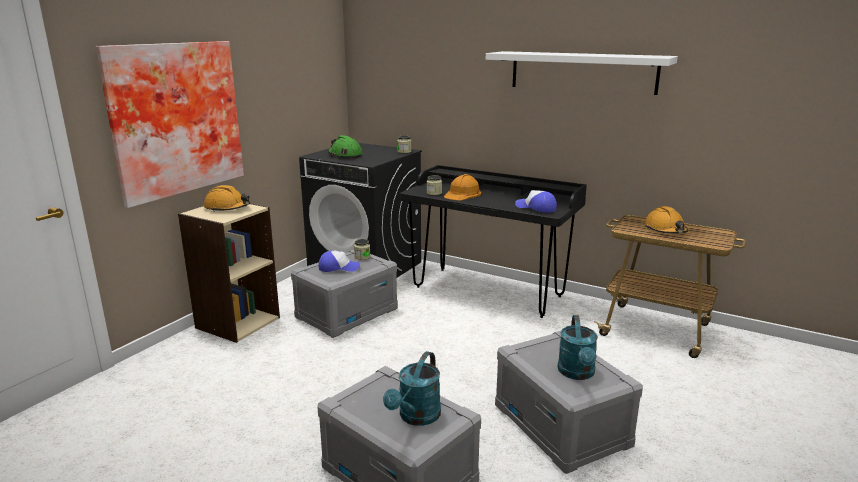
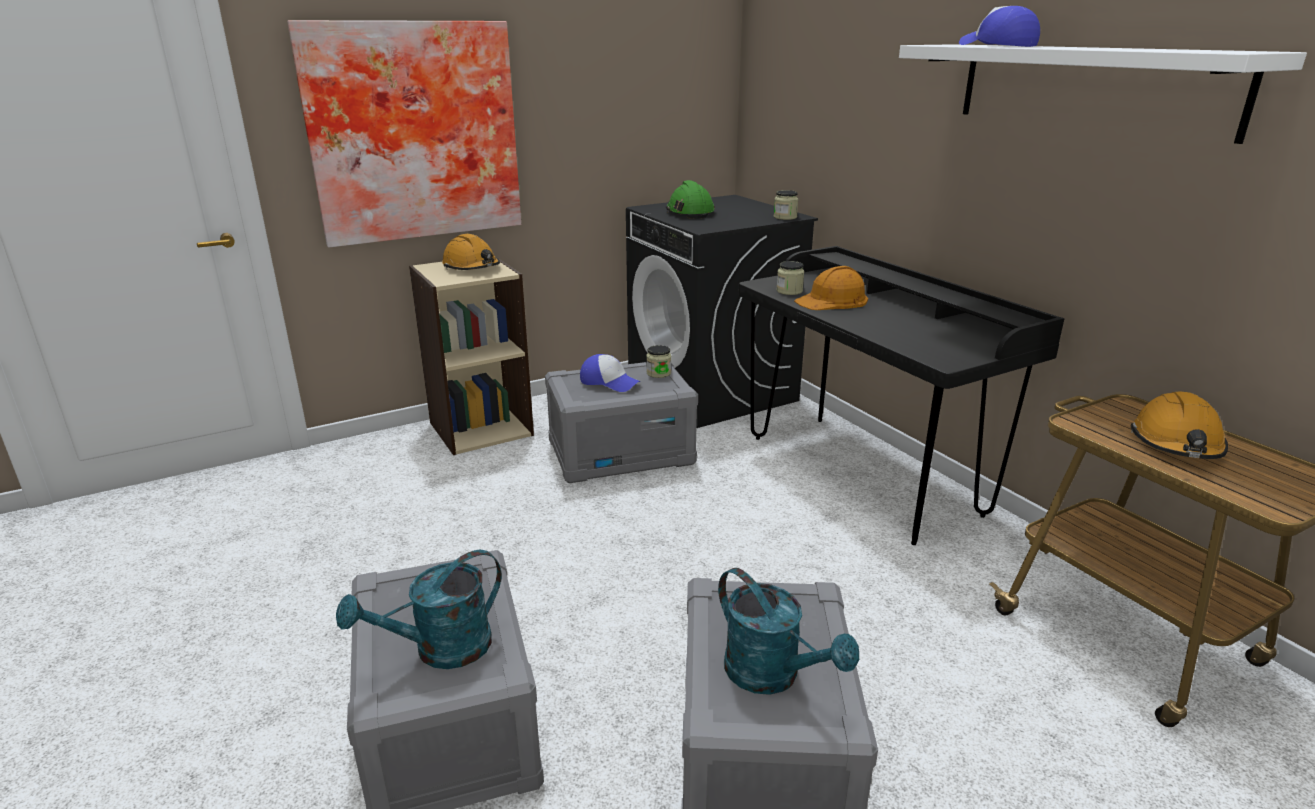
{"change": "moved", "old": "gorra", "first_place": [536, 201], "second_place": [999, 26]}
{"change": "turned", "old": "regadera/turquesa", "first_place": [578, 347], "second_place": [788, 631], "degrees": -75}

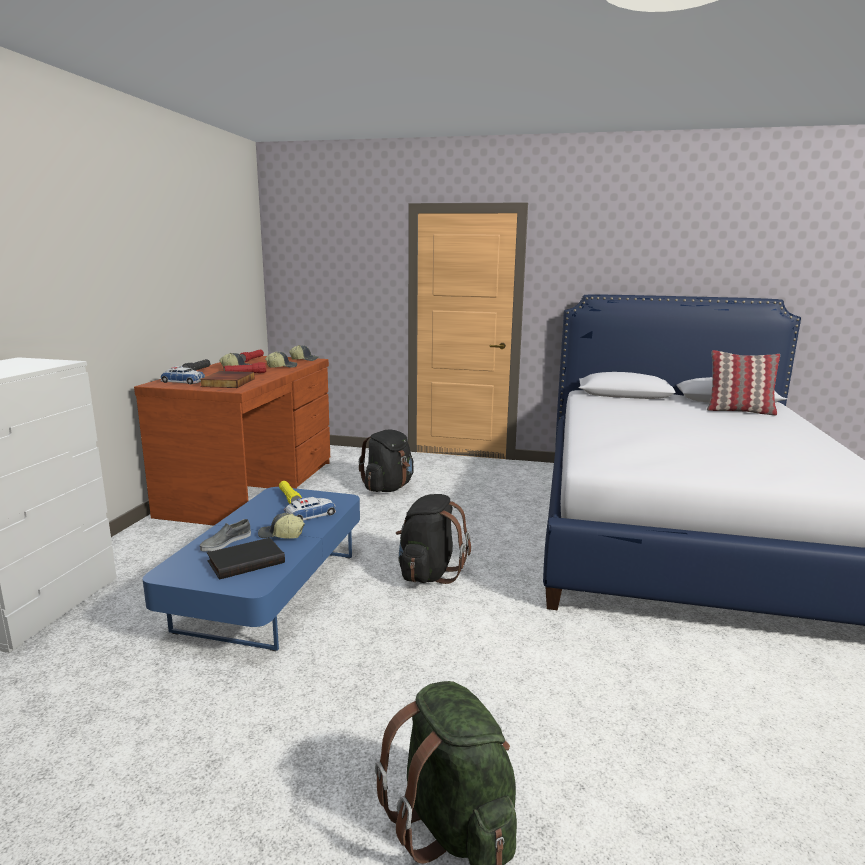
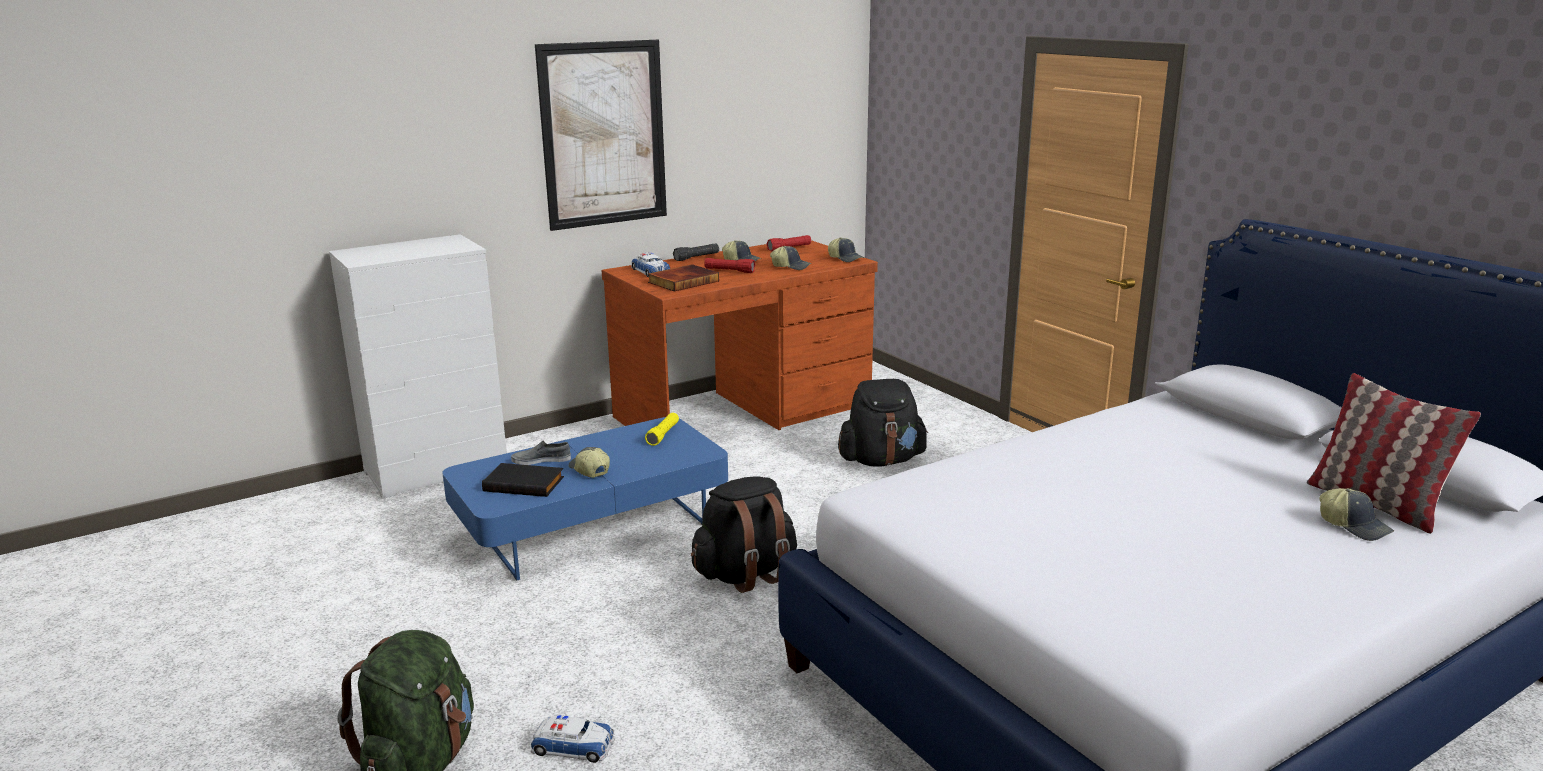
{"change": "moved", "old": "coche de juguete", "first_place": [310, 509], "second_place": [572, 739]}
{"change": "added", "new": "cuadro", "second_place": [601, 135]}
{"change": "added", "new": "gorra", "second_place": [1356, 514]}

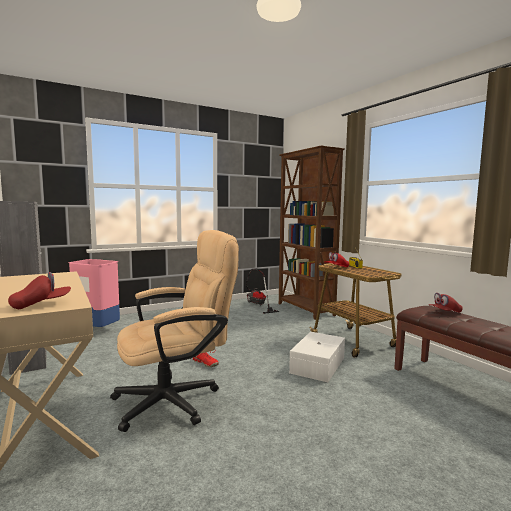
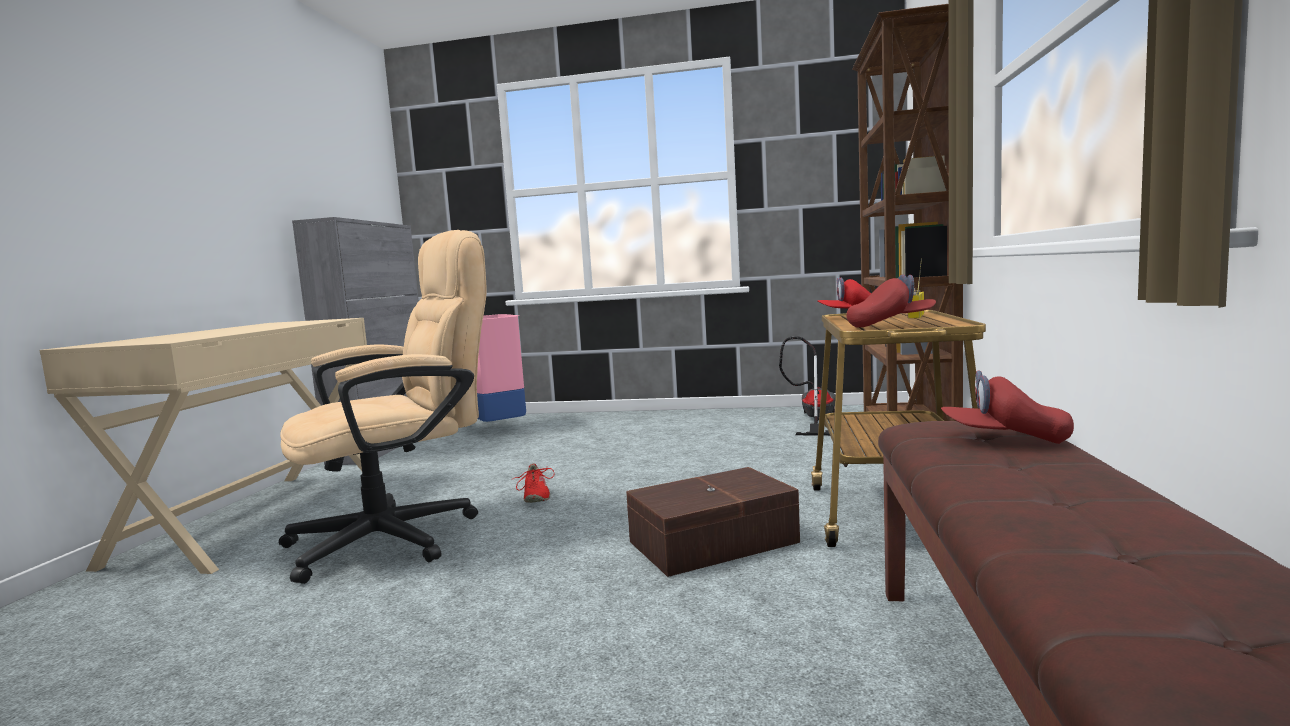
{"change": "moved", "old": "gorra/rojo", "first_place": [39, 290], "second_place": [891, 301]}
{"change": "turned", "old": "silla de oficina/beis", "first_place": [174, 331], "second_place": [383, 407], "degrees": -45}
{"change": "recoloured", "old": "caja de almacenaje/blanco", "new": "caja de almacenaje/marrón", "first_place": [317, 357], "second_place": [713, 522]}

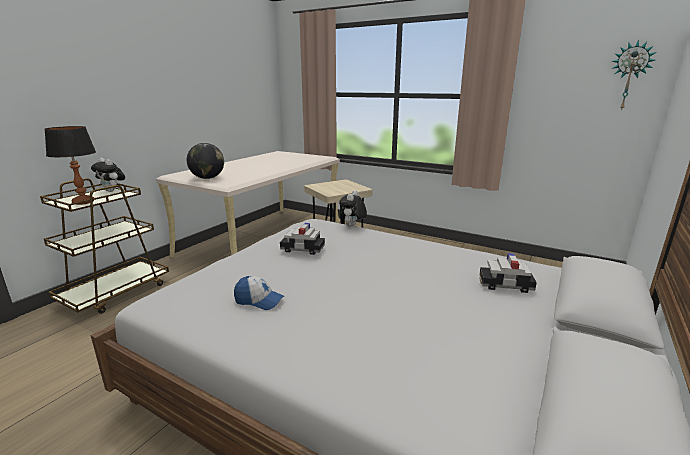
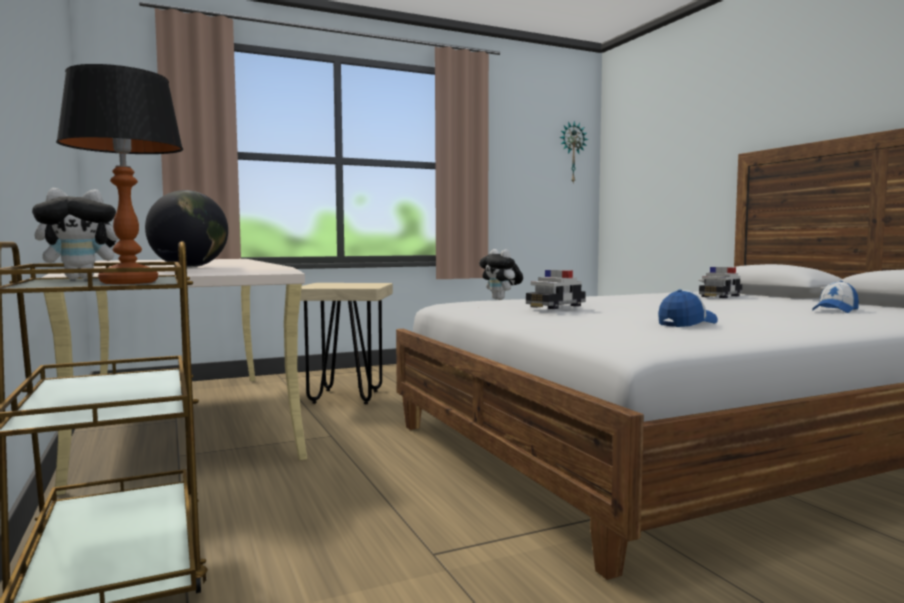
{"change": "added", "new": "gorra", "second_place": [835, 297]}

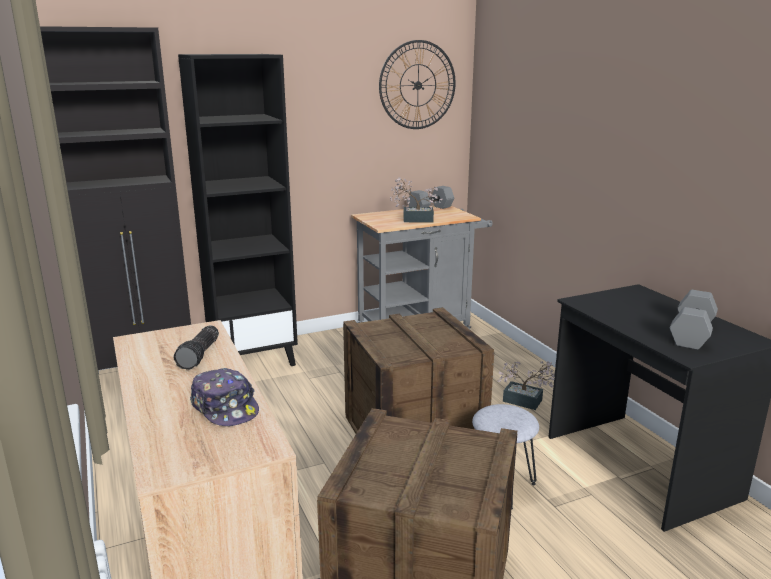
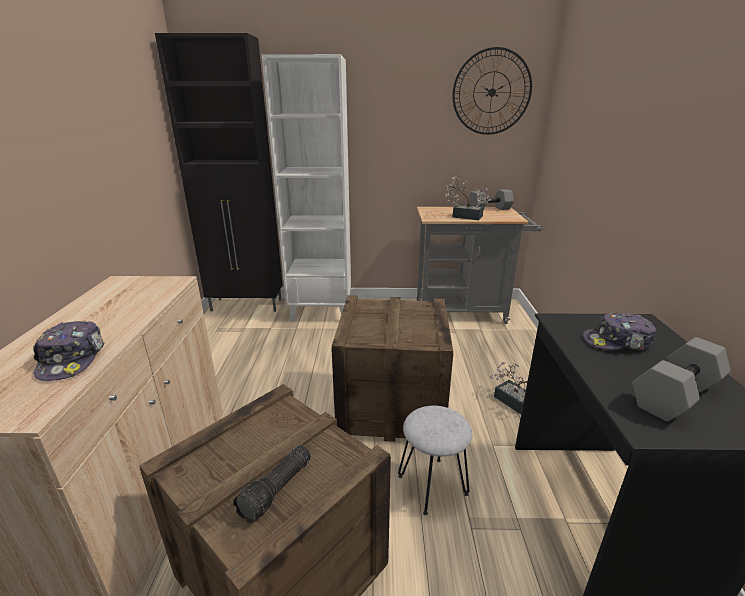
{"change": "moved", "old": "linterna", "first_place": [196, 347], "second_place": [272, 484]}
{"change": "recoloured", "old": "estantería/negro", "new": "estantería/blanco", "first_place": [238, 210], "second_place": [306, 188]}
{"change": "added", "new": "gorra", "second_place": [619, 331]}

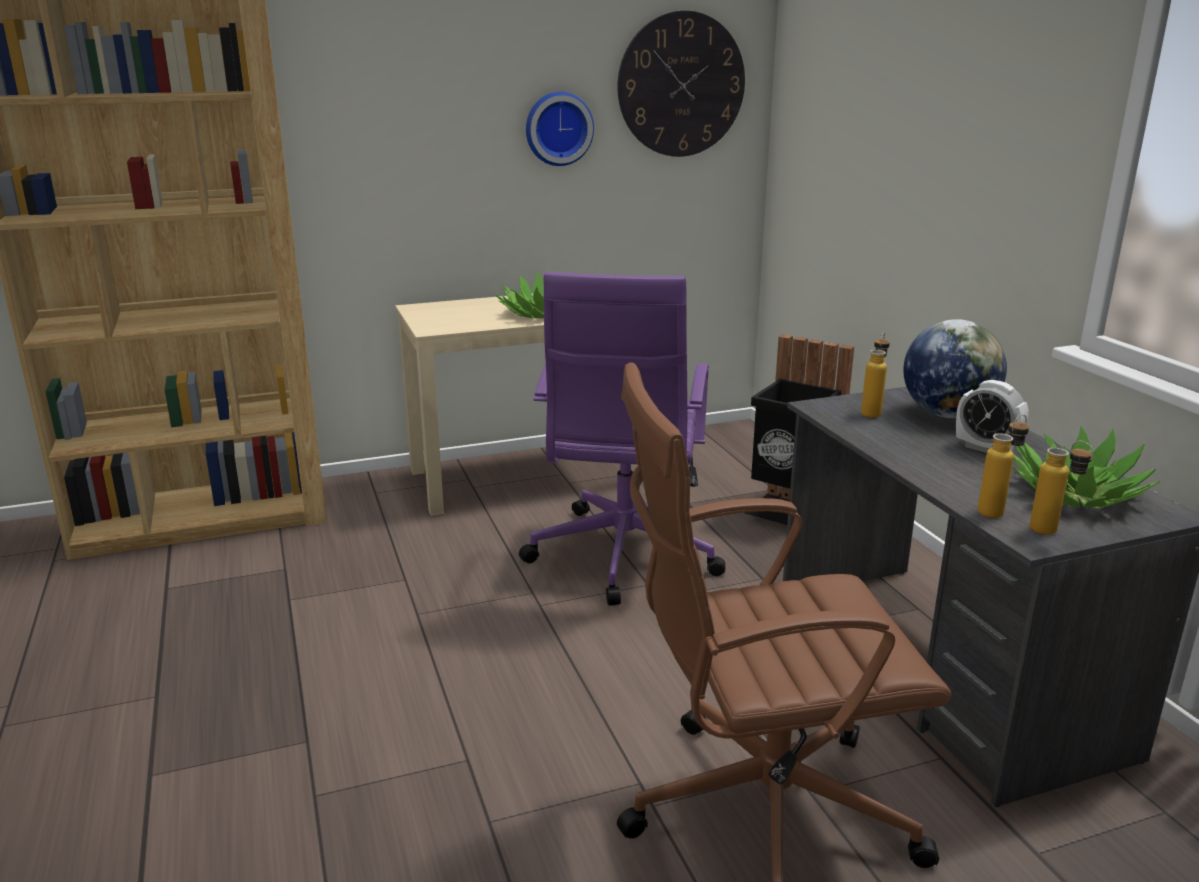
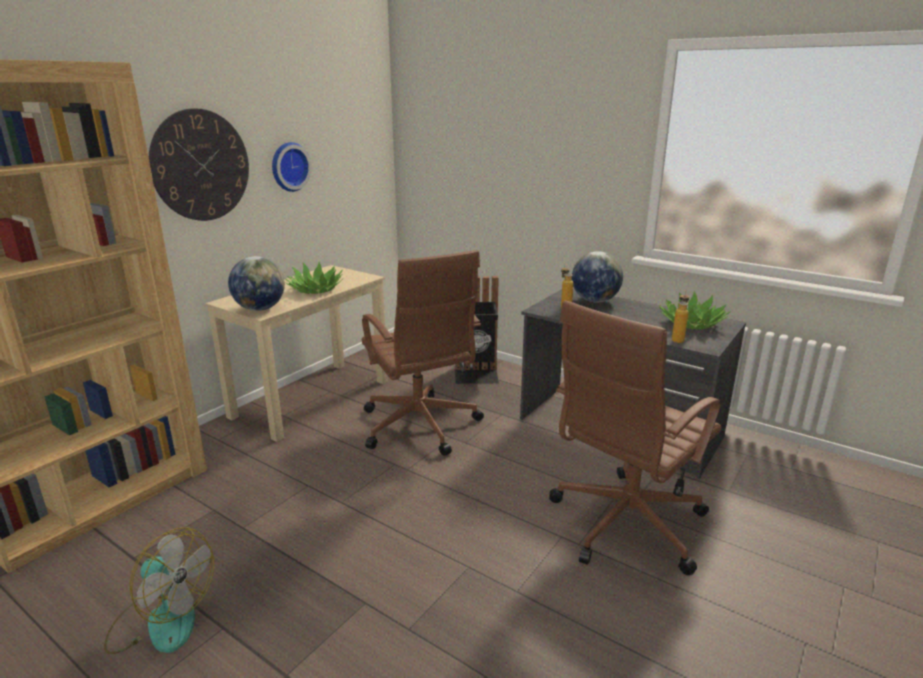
{"change": "recoloured", "old": "silla de oficina/morado", "new": "silla de oficina/marrón", "first_place": [622, 438], "second_place": [423, 353]}
{"change": "moved", "old": "reloj de pared", "first_place": [681, 83], "second_place": [199, 164]}
{"change": "removed", "old": "despertador", "first_place": [992, 416]}
{"change": "removed", "old": "botella", "first_place": [1061, 488]}
{"change": "added", "new": "ventilador", "second_place": [159, 591]}
{"change": "added", "new": "globo terráqueo", "second_place": [256, 283]}

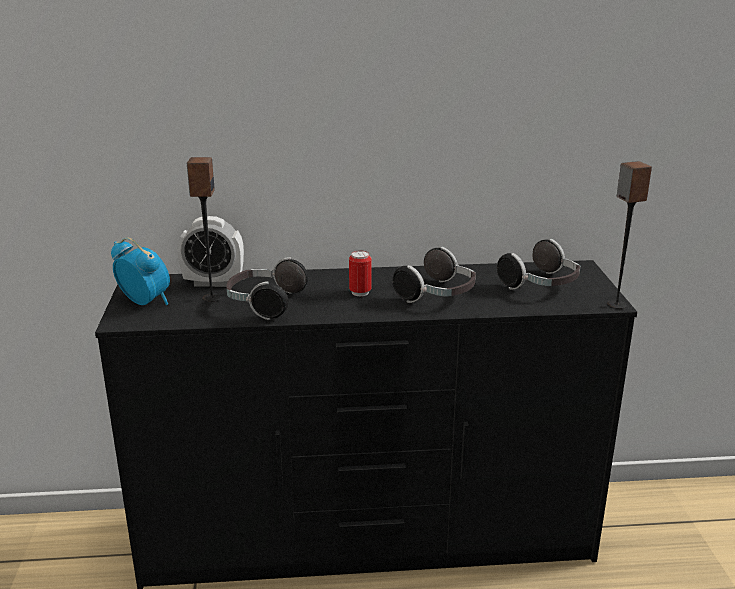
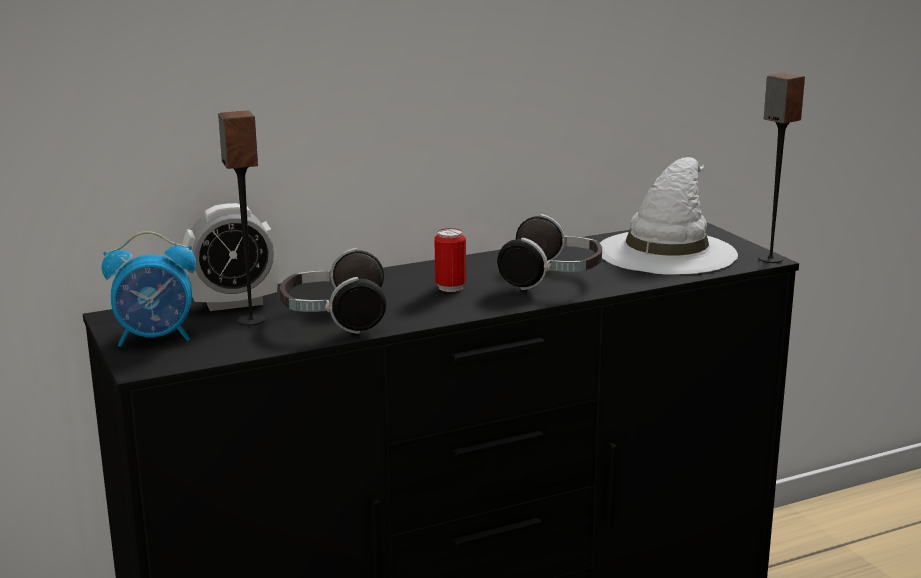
{"change": "turned", "old": "despertador", "first_place": [140, 271], "second_place": [149, 289], "degrees": 150}
{"change": "replaced", "old": "auriculares", "new": "sombrero/blanco", "first_place": [539, 264], "second_place": [669, 216]}

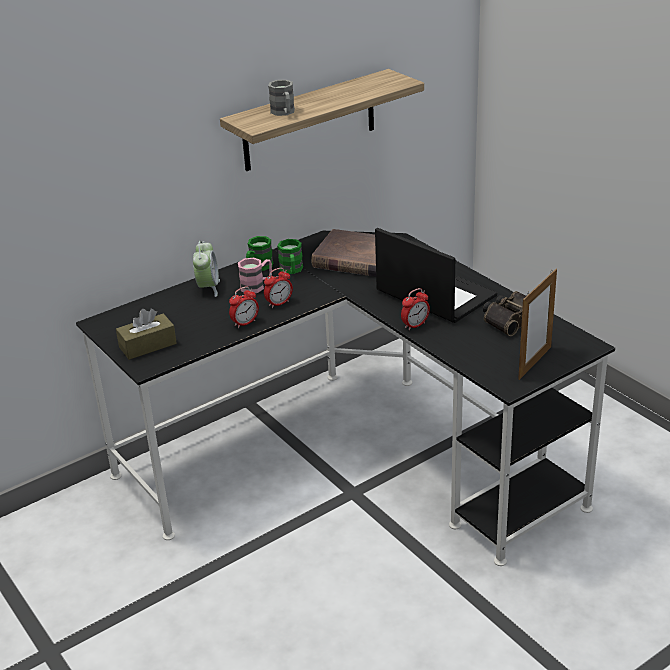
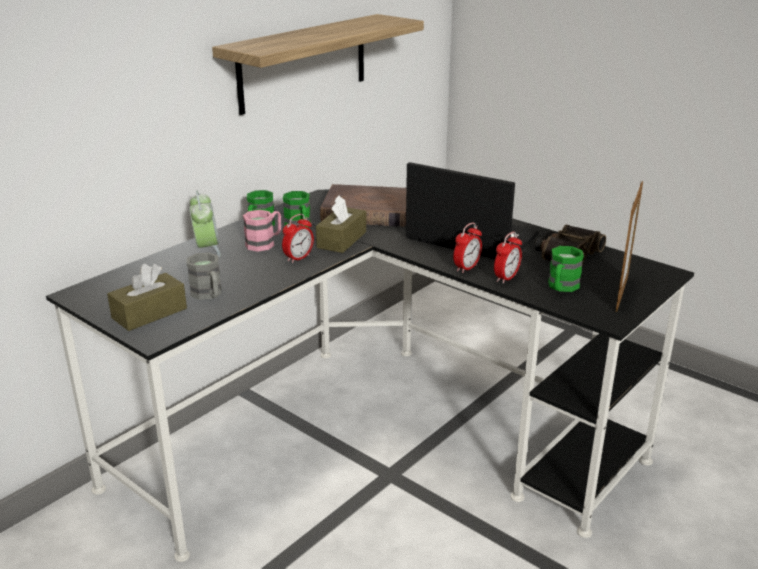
{"change": "moved", "old": "despertador", "first_place": [244, 307], "second_place": [508, 258]}
{"change": "moved", "old": "taza grande/gris", "first_place": [281, 98], "second_place": [204, 276]}
{"change": "added", "new": "caja de pañuelos/marrón", "second_place": [341, 224]}
{"change": "added", "new": "taza grande/verde", "second_place": [566, 269]}

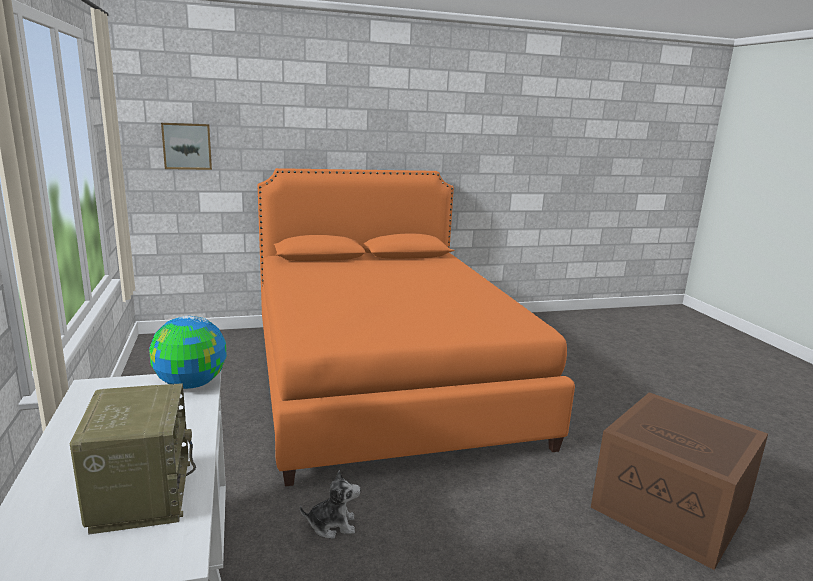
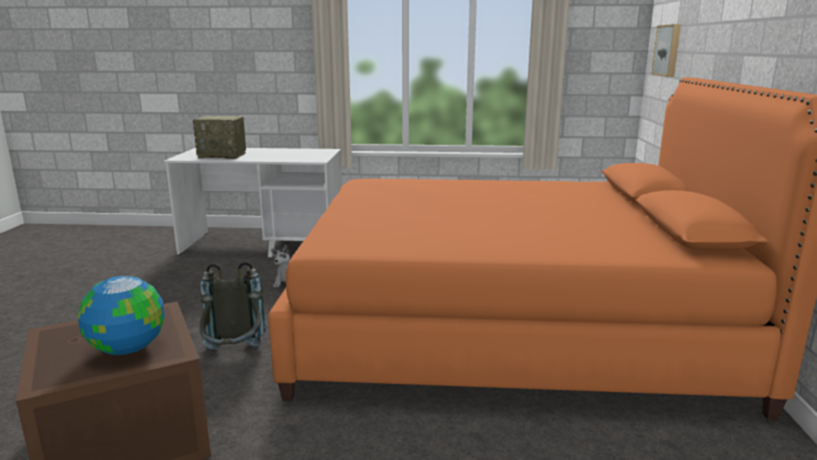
{"change": "moved", "old": "globo terráqueo", "first_place": [188, 352], "second_place": [121, 315]}
{"change": "added", "new": "mochila/gris", "second_place": [232, 306]}

